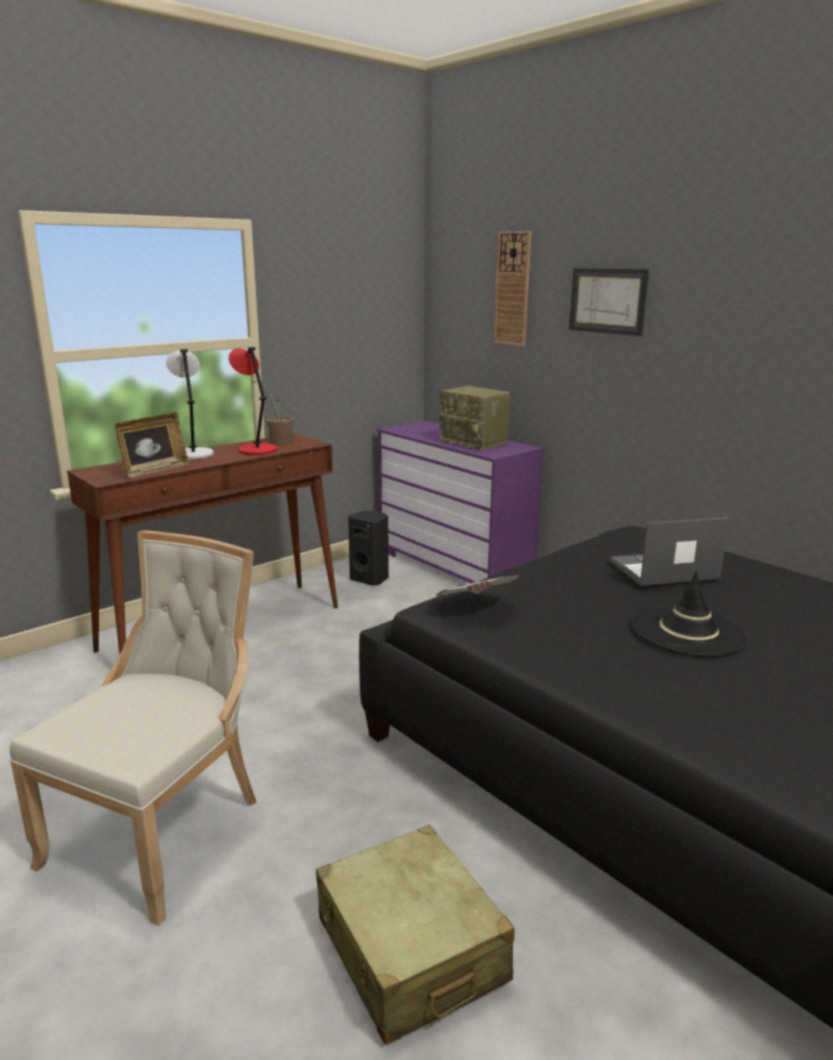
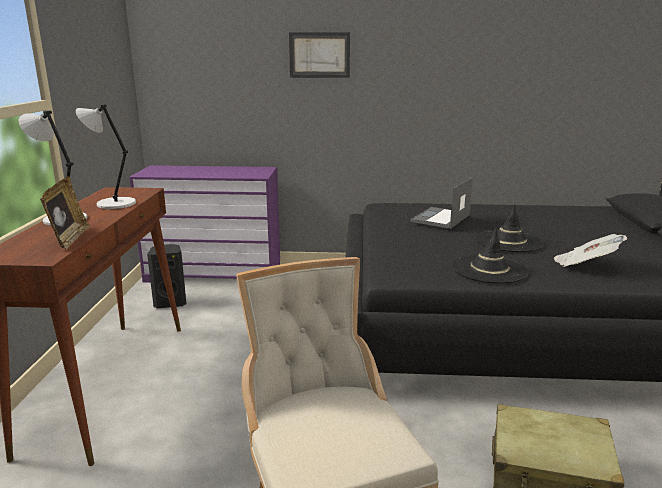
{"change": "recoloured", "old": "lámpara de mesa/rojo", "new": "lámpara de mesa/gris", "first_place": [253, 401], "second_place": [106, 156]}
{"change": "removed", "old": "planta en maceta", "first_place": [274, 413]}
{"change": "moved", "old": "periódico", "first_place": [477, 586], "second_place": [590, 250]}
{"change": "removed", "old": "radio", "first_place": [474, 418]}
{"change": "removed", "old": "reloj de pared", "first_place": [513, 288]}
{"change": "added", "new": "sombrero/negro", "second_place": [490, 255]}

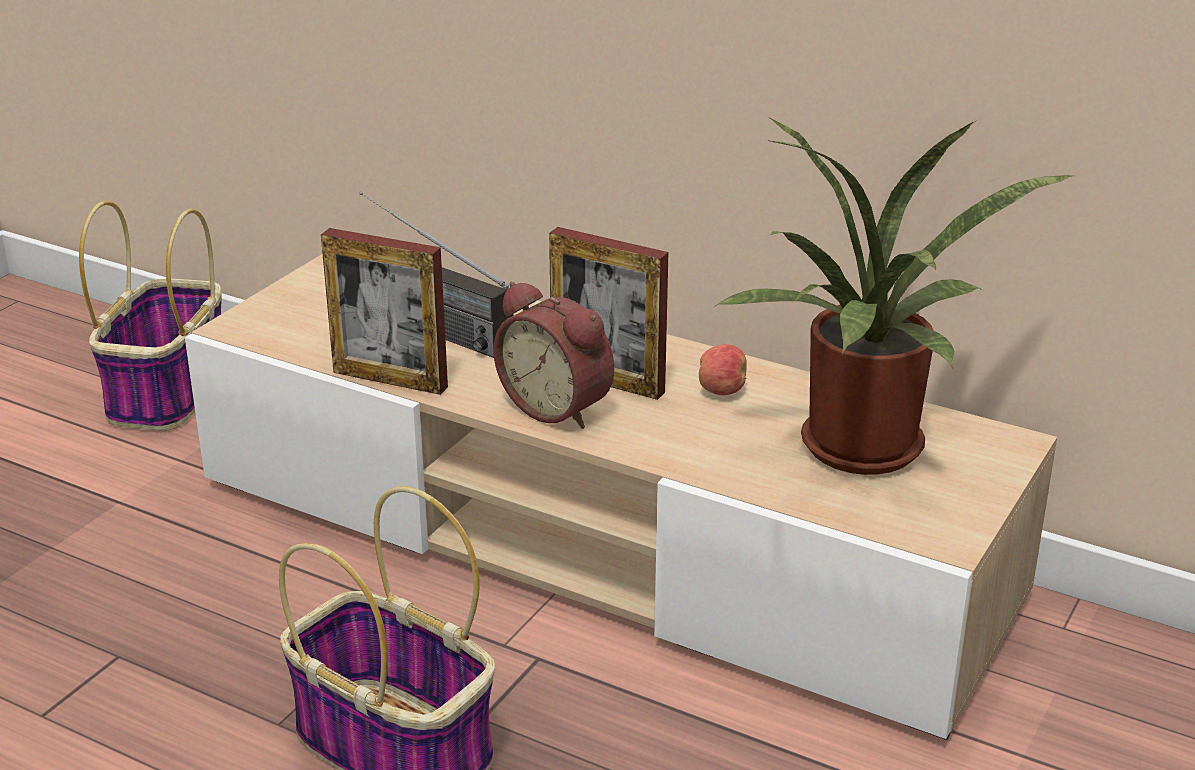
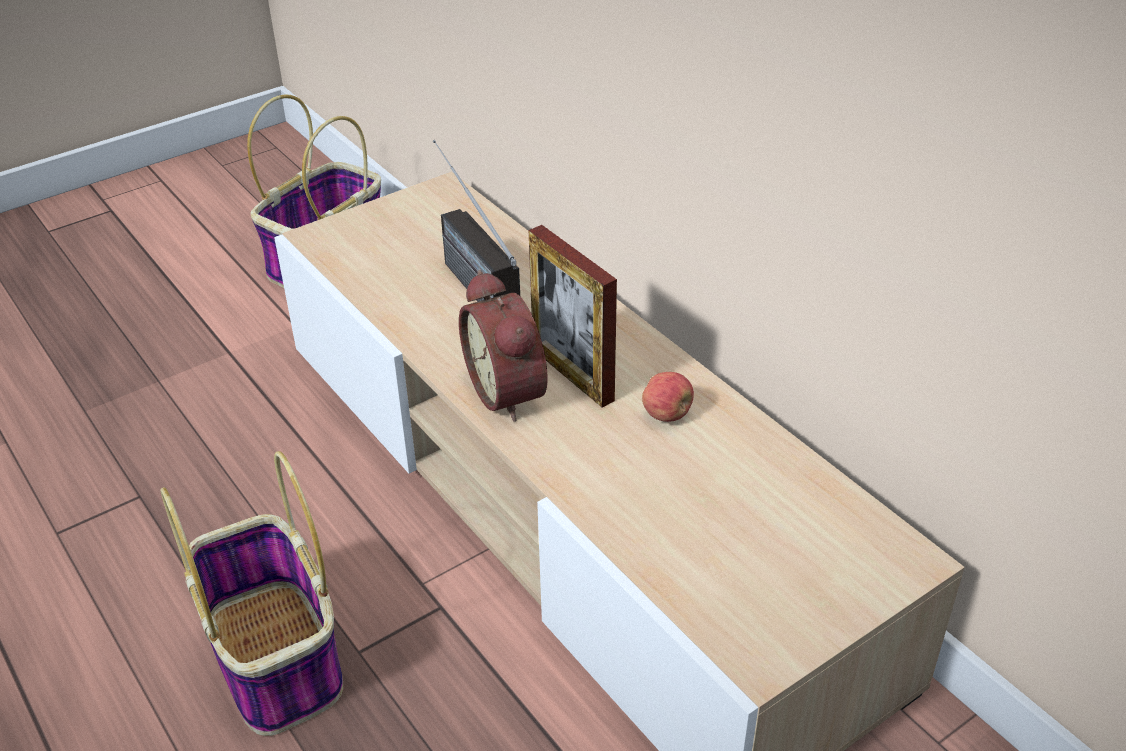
{"change": "removed", "old": "portarretratos", "first_place": [384, 311]}
{"change": "removed", "old": "planta en maceta", "first_place": [892, 296]}

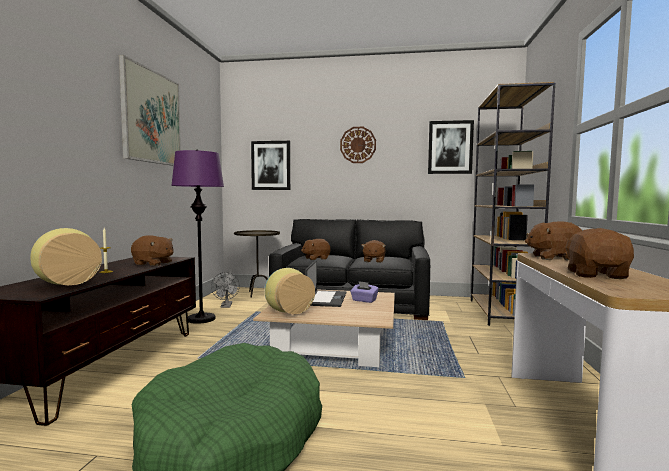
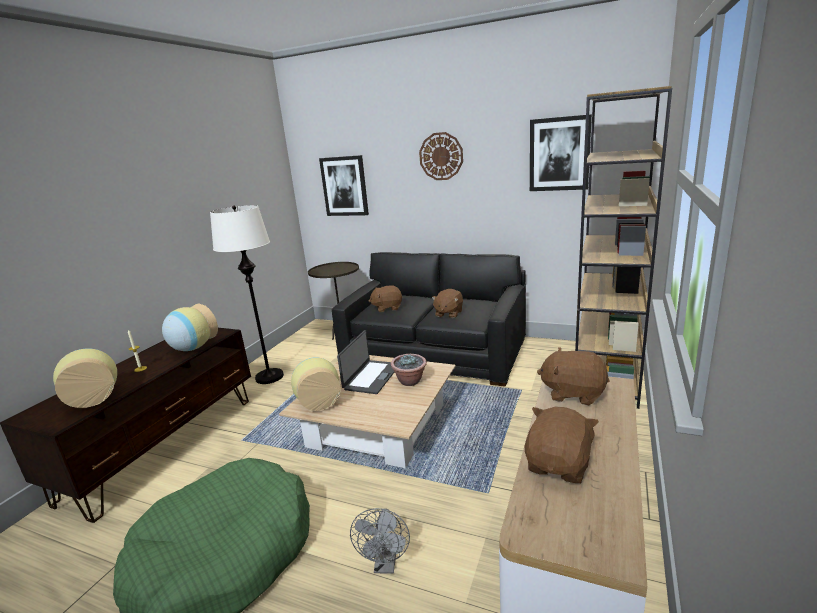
{"change": "removed", "old": "cuadro", "first_place": [150, 110]}
{"change": "replaced", "old": "peluche/marrón", "new": "florero", "first_place": [152, 250], "second_place": [190, 327]}
{"change": "recoloured", "old": "lámpara de pie/morado", "new": "lámpara de pie/blanco", "first_place": [197, 237], "second_place": [247, 294]}
{"change": "moved", "old": "ventilador/gris", "first_place": [225, 290], "second_place": [380, 541]}
{"change": "replaced", "old": "caja de pañuelos/morado", "new": "planta en maceta", "first_place": [364, 292], "second_place": [409, 370]}

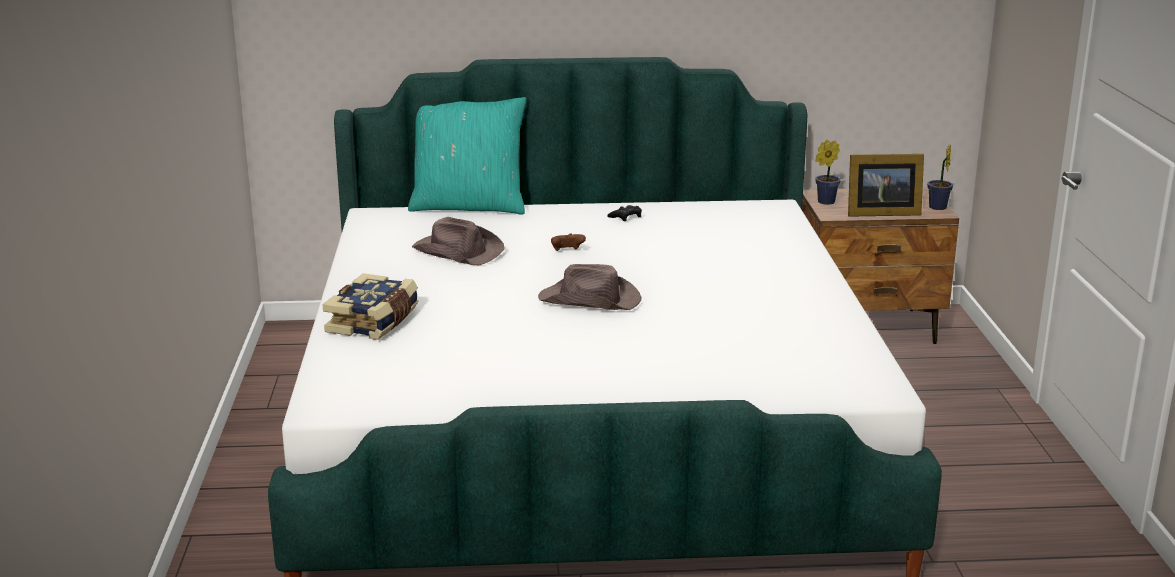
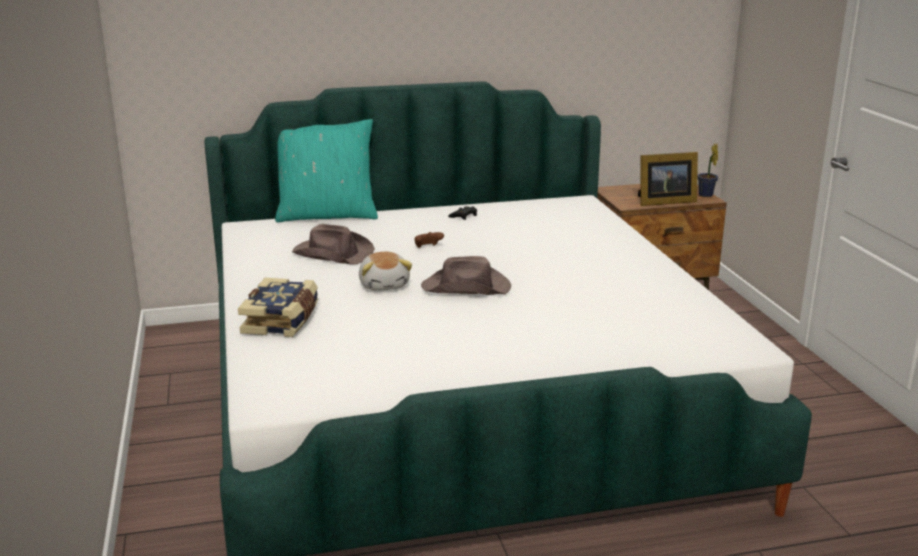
{"change": "removed", "old": "planta en maceta", "first_place": [828, 172]}
{"change": "added", "new": "peluche", "second_place": [385, 271]}

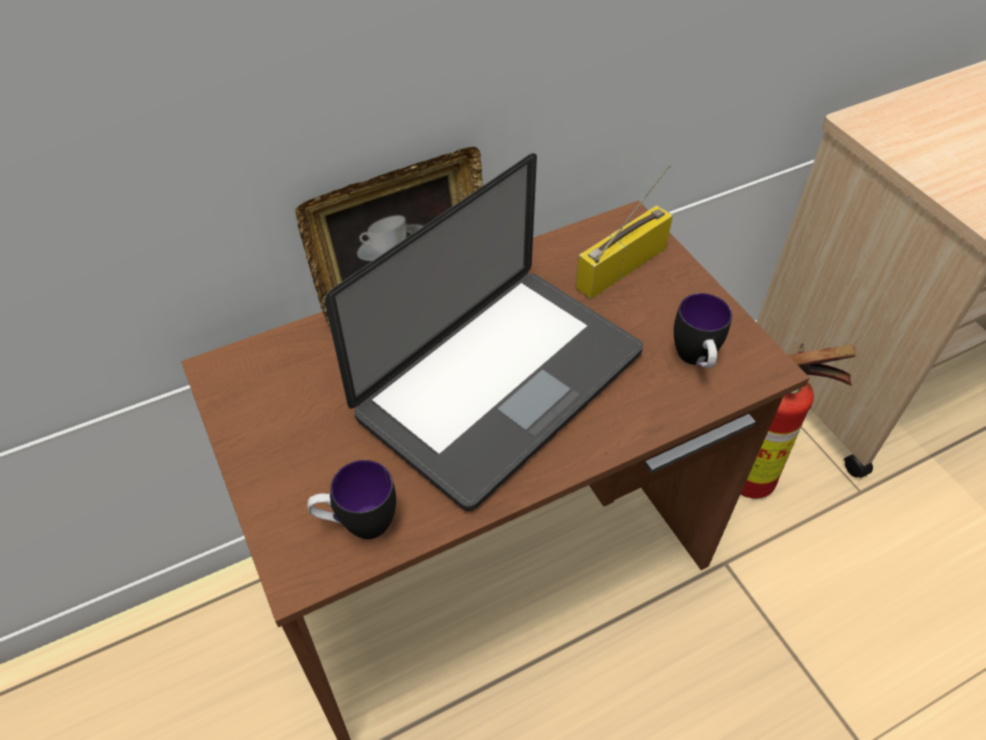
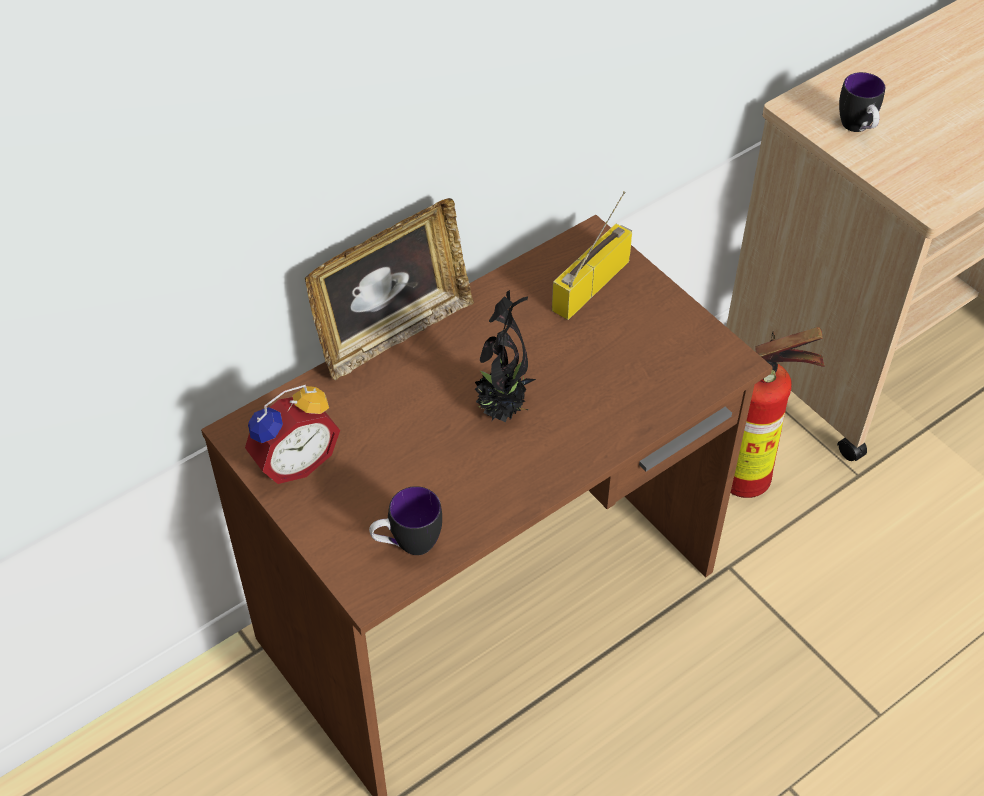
{"change": "replaced", "old": "portátil", "new": "planta en maceta", "first_place": [484, 332], "second_place": [505, 356]}
{"change": "moved", "old": "taza grande", "first_place": [703, 330], "second_place": [862, 102]}
{"change": "added", "new": "despertador", "second_place": [292, 434]}

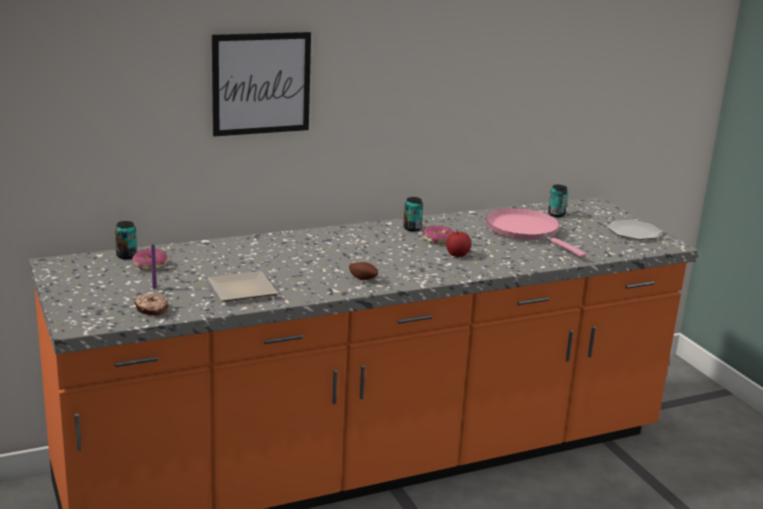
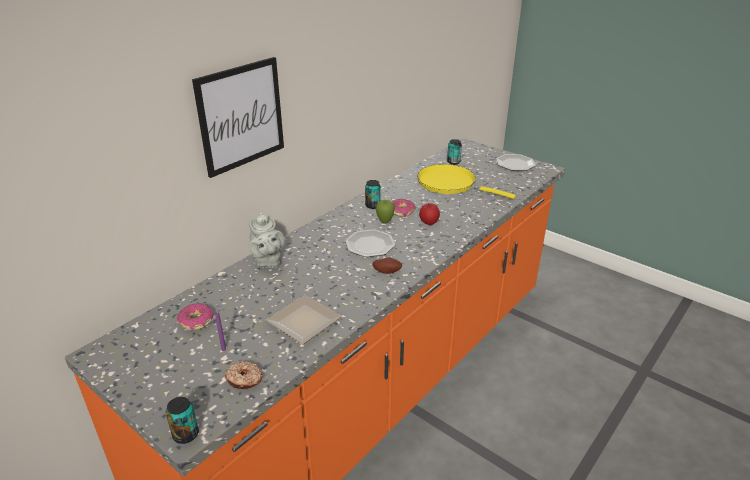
{"change": "moved", "old": "lata", "first_place": [126, 240], "second_place": [182, 420]}
{"change": "recoloured", "old": "sartén/rosa", "new": "sartén/amarillo", "first_place": [535, 233], "second_place": [466, 181]}
{"change": "added", "new": "tetera/gris", "second_place": [267, 240]}
{"change": "added", "new": "plato", "second_place": [370, 243]}
{"change": "added", "new": "manzana", "second_place": [385, 212]}

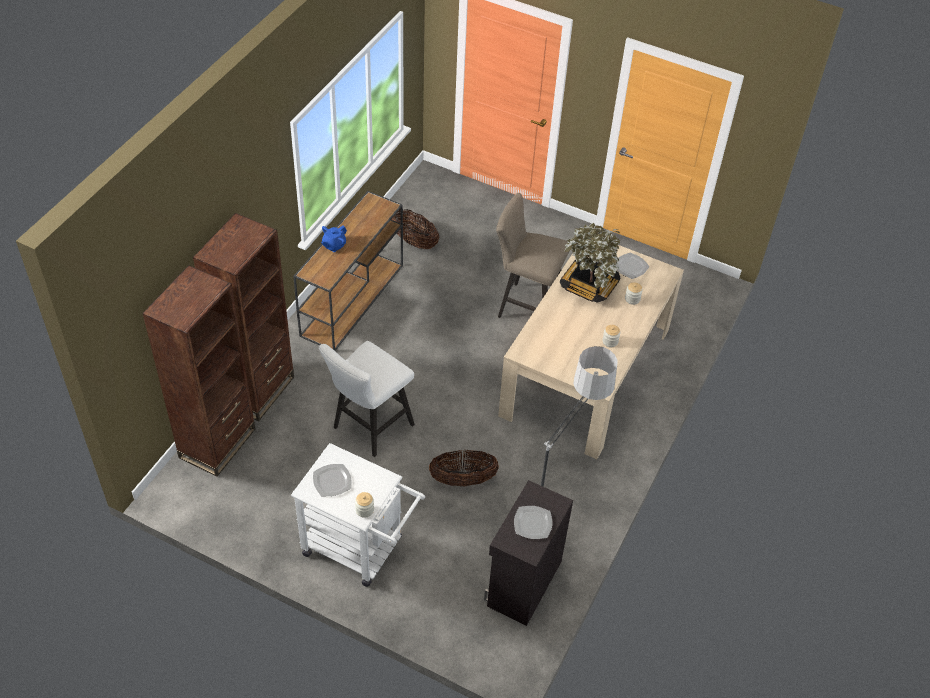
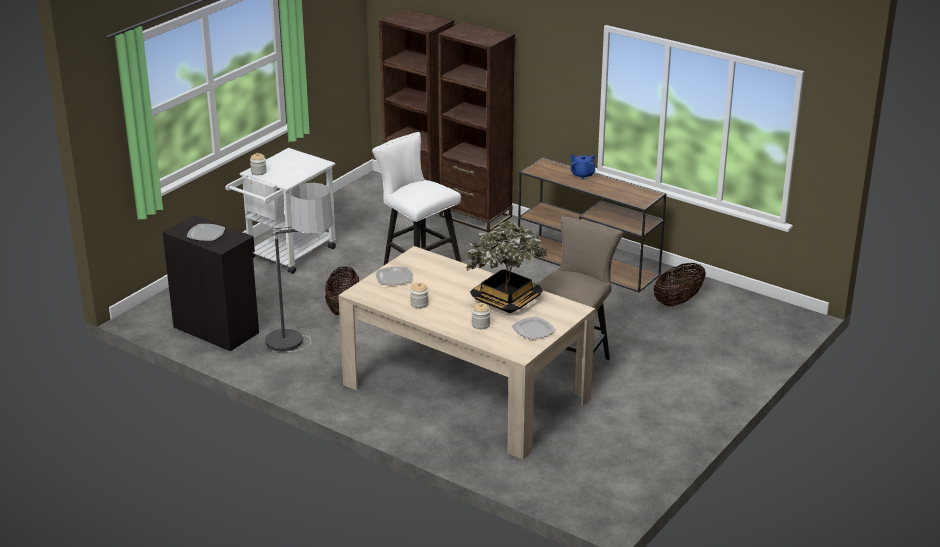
{"change": "moved", "old": "plato", "first_place": [332, 480], "second_place": [394, 276]}

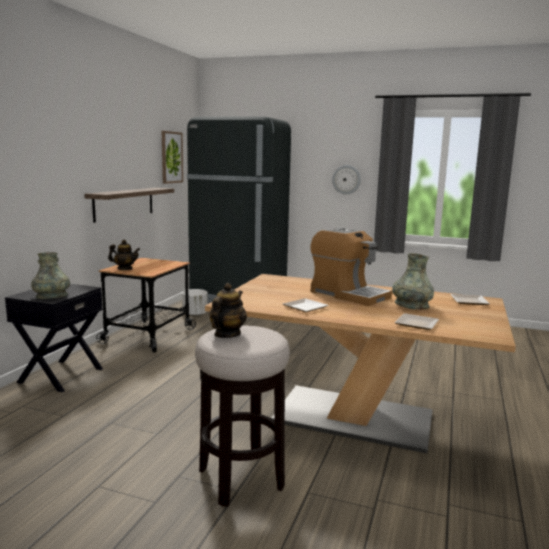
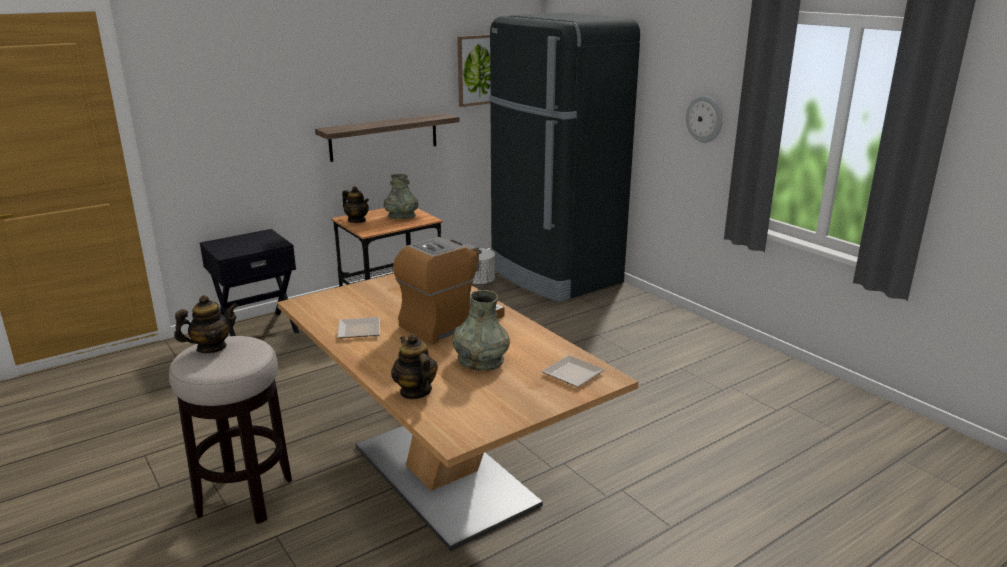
{"change": "moved", "old": "florero/gris", "first_place": [50, 275], "second_place": [401, 196]}
{"change": "turned", "old": "cafetera", "first_place": [351, 267], "second_place": [449, 290], "degrees": -120}
{"change": "replaced", "old": "plato", "new": "tetera", "first_place": [417, 321], "second_place": [414, 366]}

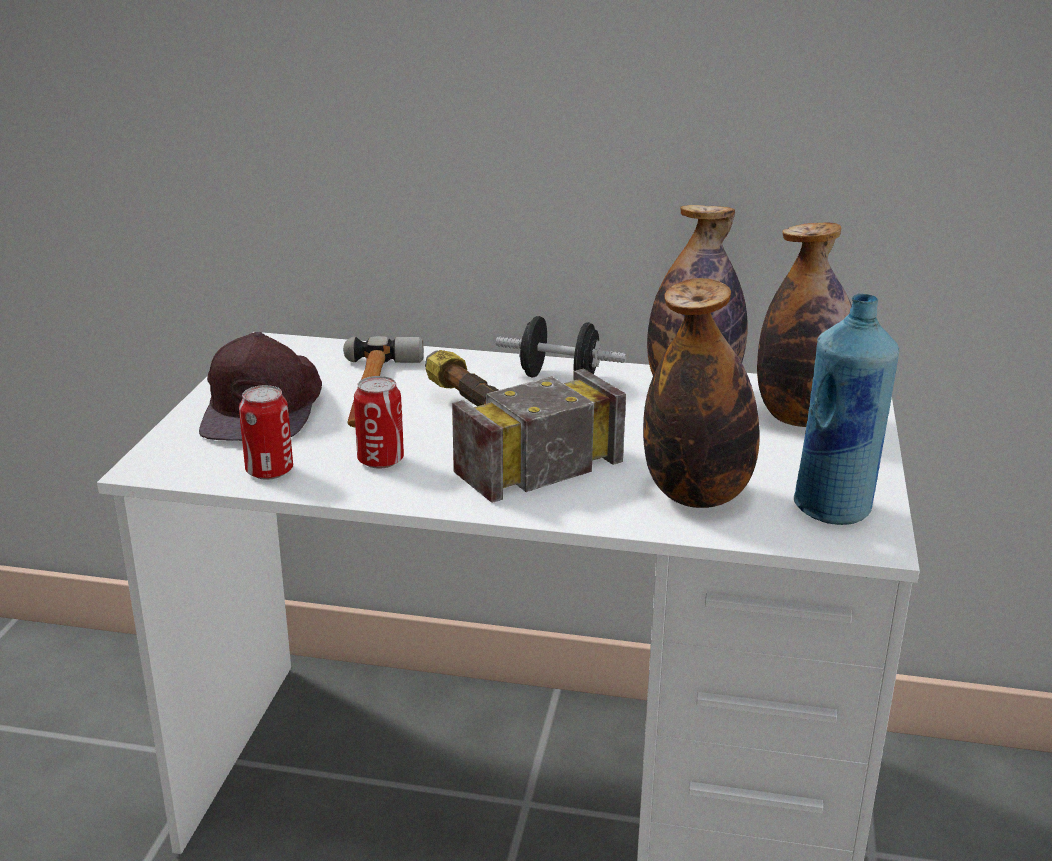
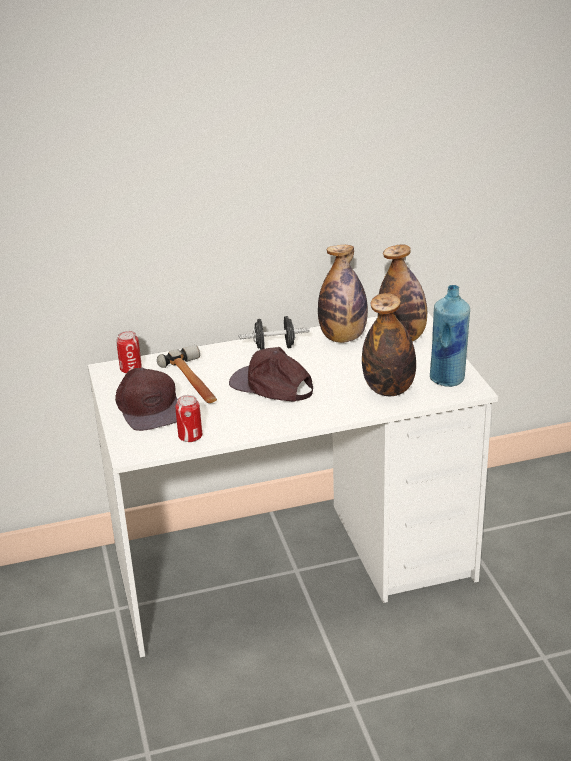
{"change": "moved", "old": "lata", "first_place": [379, 422], "second_place": [129, 352]}
{"change": "replaced", "old": "martillo", "new": "gorra/marrón", "first_place": [525, 426], "second_place": [271, 374]}

